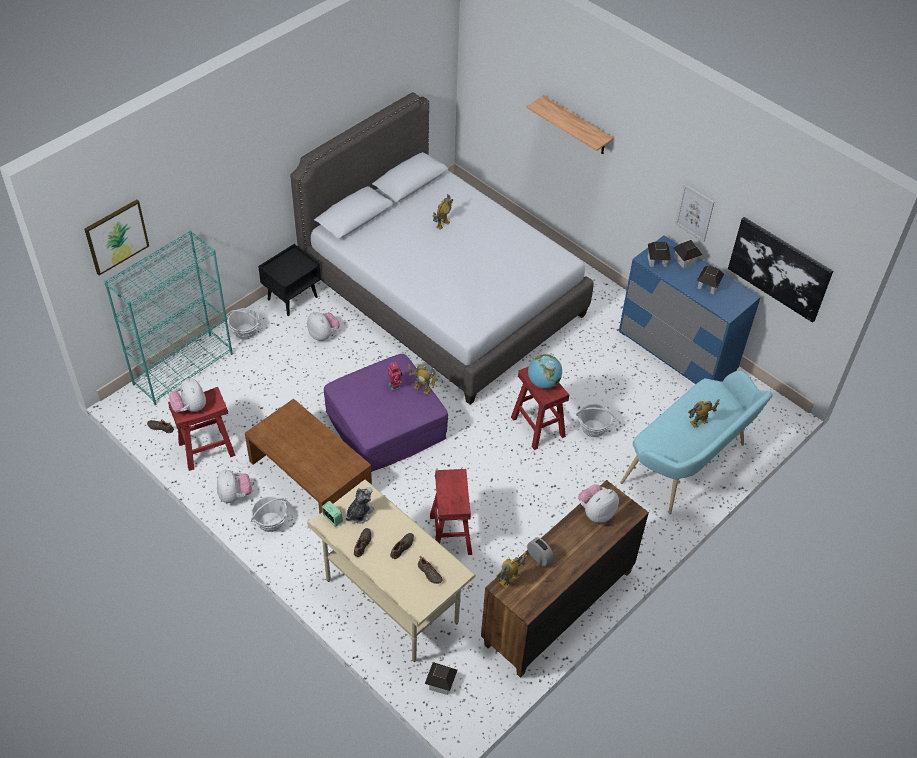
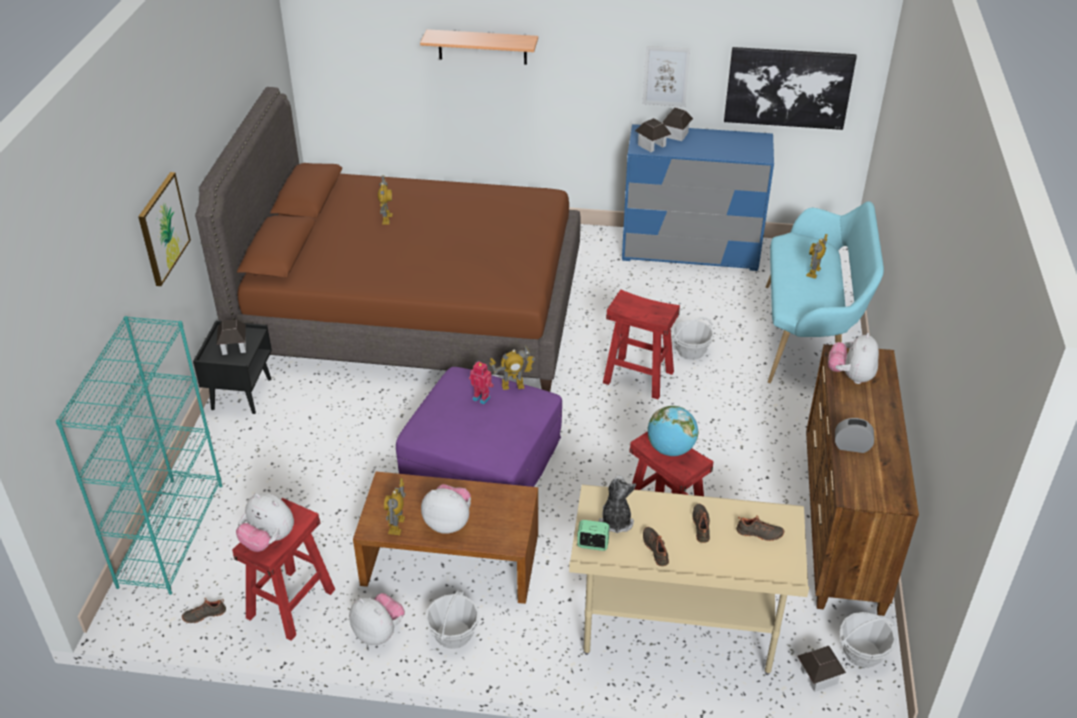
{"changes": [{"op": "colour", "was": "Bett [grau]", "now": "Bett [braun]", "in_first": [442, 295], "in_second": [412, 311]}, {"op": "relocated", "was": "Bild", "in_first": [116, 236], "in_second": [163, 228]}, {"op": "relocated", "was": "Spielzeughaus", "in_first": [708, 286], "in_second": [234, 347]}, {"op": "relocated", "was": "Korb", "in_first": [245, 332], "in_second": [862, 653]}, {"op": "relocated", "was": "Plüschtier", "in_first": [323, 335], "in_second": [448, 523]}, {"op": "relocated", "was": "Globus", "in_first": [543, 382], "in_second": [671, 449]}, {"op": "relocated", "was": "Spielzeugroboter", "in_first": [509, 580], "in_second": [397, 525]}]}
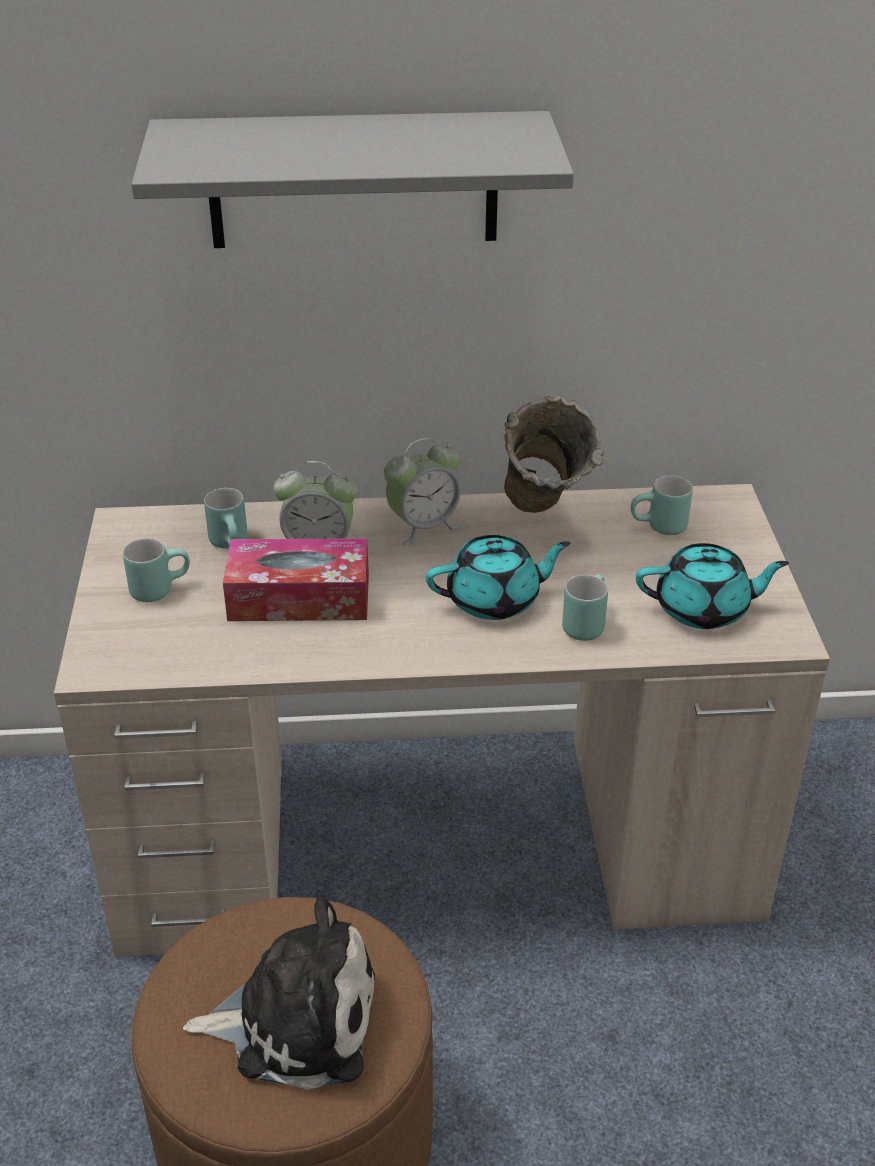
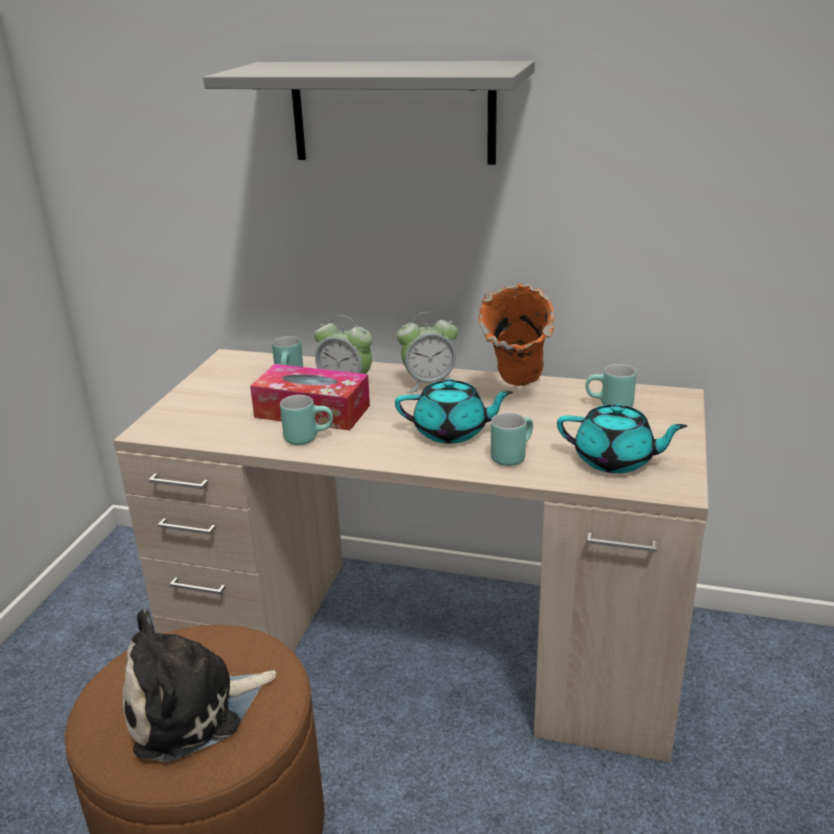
{"changes": [{"op": "colour", "was": "Vase [beige]", "now": "Vase [orange]", "in_first": [541, 527], "in_second": [516, 394]}, {"op": "relocated", "was": "Henkelbecher [türkis]", "in_first": [159, 588], "in_second": [308, 437]}, {"op": "spun", "was": "Plüschtier", "in_first": [296, 1020], "in_second": [192, 709], "clockwise": 135}]}
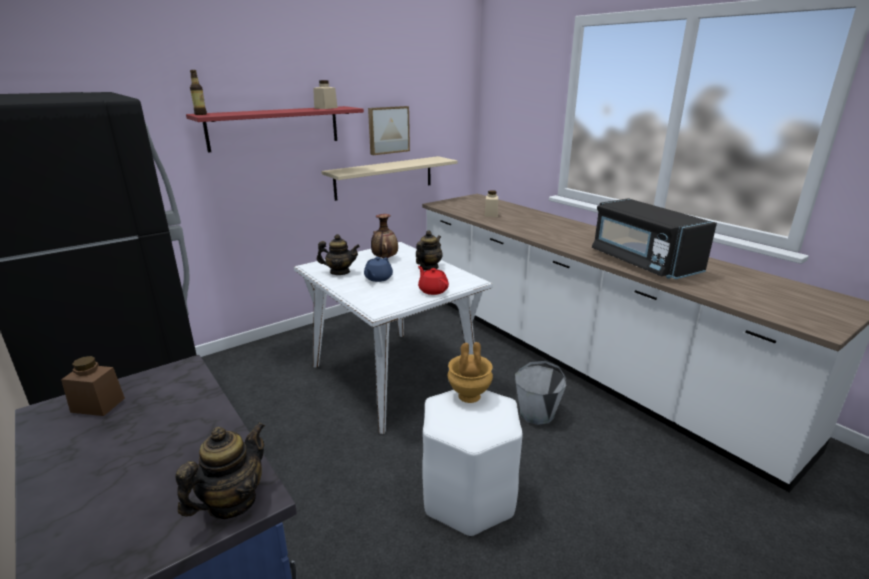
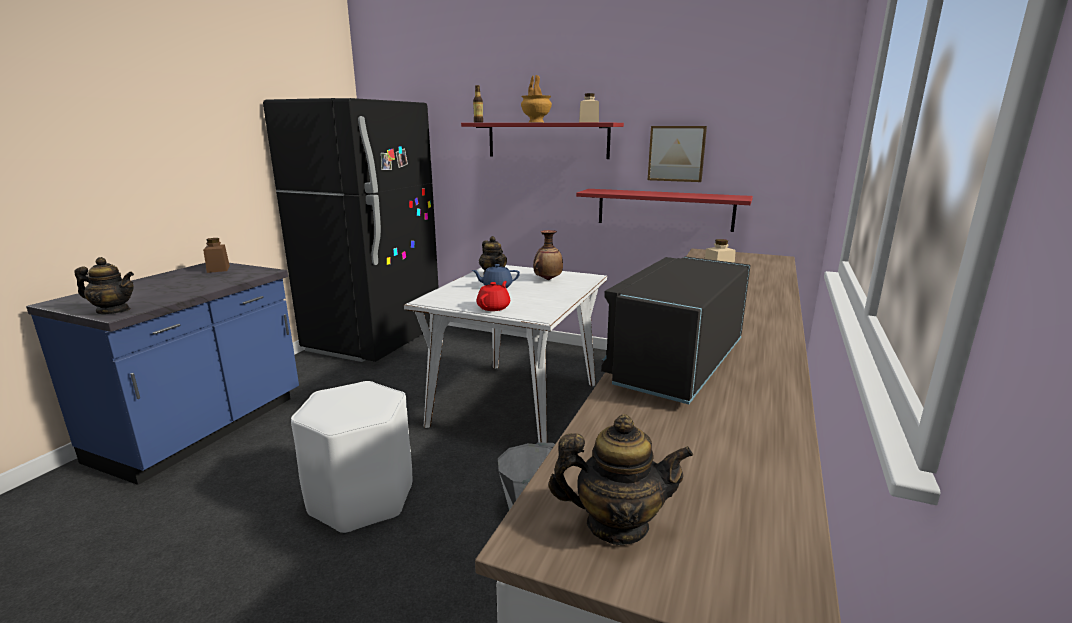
{"changes": [{"op": "colour", "was": "Wandregal [beige]", "now": "Wandregal [rot]", "in_first": [384, 177], "in_second": [664, 209]}, {"op": "relocated", "was": "Teekanne", "in_first": [428, 268], "in_second": [616, 524]}, {"op": "relocated", "was": "Vase [braun]", "in_first": [468, 396], "in_second": [535, 122]}]}
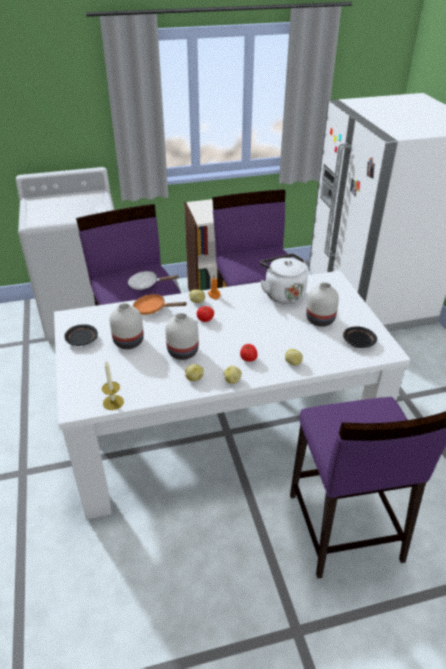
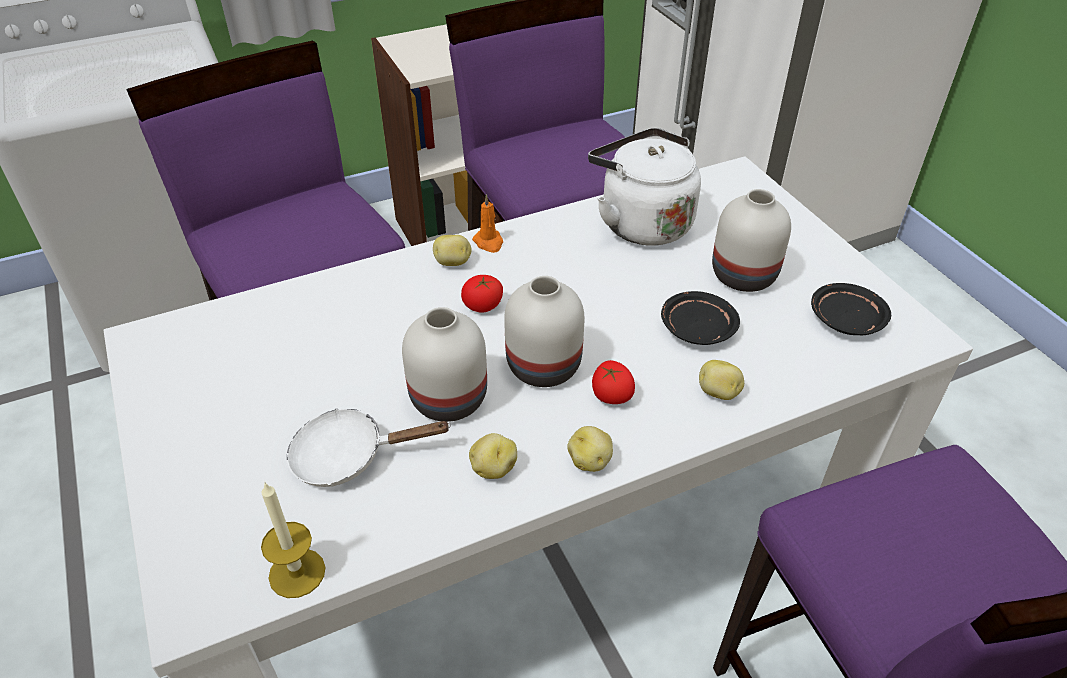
{"changes": [{"op": "relocated", "was": "Pfanne [weiß]", "in_first": [146, 284], "in_second": [349, 456]}, {"op": "missing", "was": "Pfanne [orange]", "in_first": [153, 309]}, {"op": "relocated", "was": "Vase [weiß]", "in_first": [129, 341], "in_second": [543, 365]}, {"op": "relocated", "was": "Teller [schwarz]", "in_first": [81, 339], "in_second": [696, 328]}]}
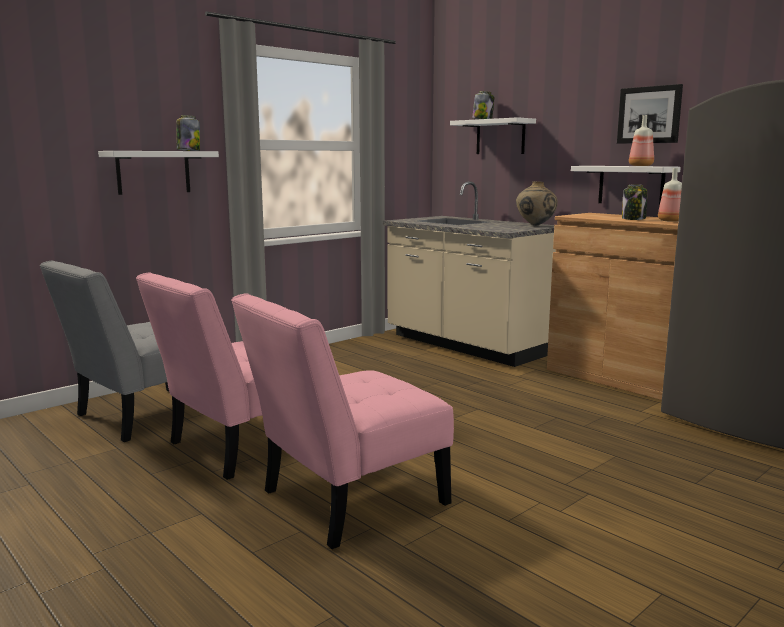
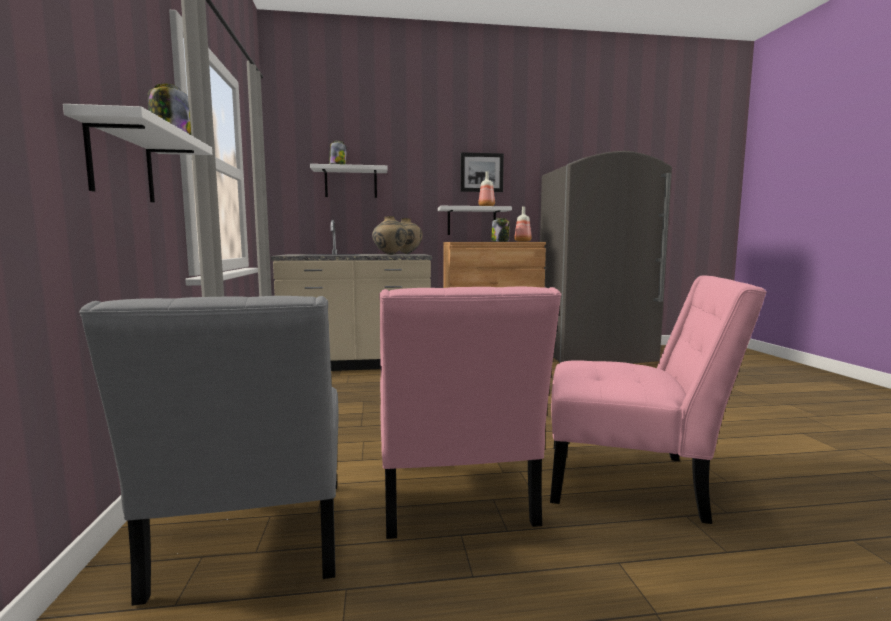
{"changes": [{"op": "spun", "was": "Stuhl [rosa]", "in_first": [345, 501], "in_second": [632, 481], "clockwise": -75}, {"op": "appeared", "now": "Vase [beige]", "in_second": [390, 254]}]}
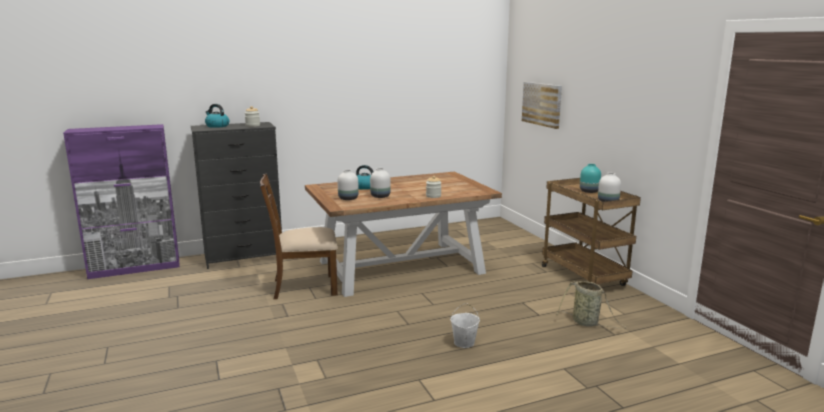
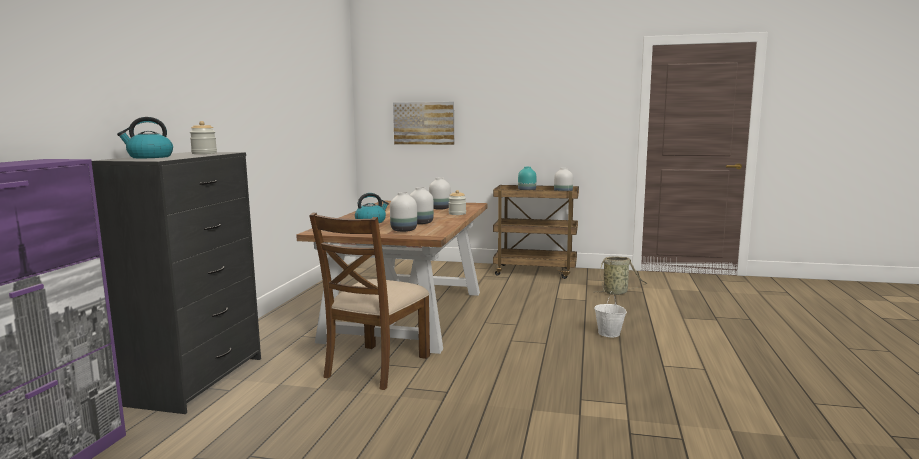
{"changes": [{"op": "appeared", "now": "Vase [weiß]", "in_second": [439, 208]}]}
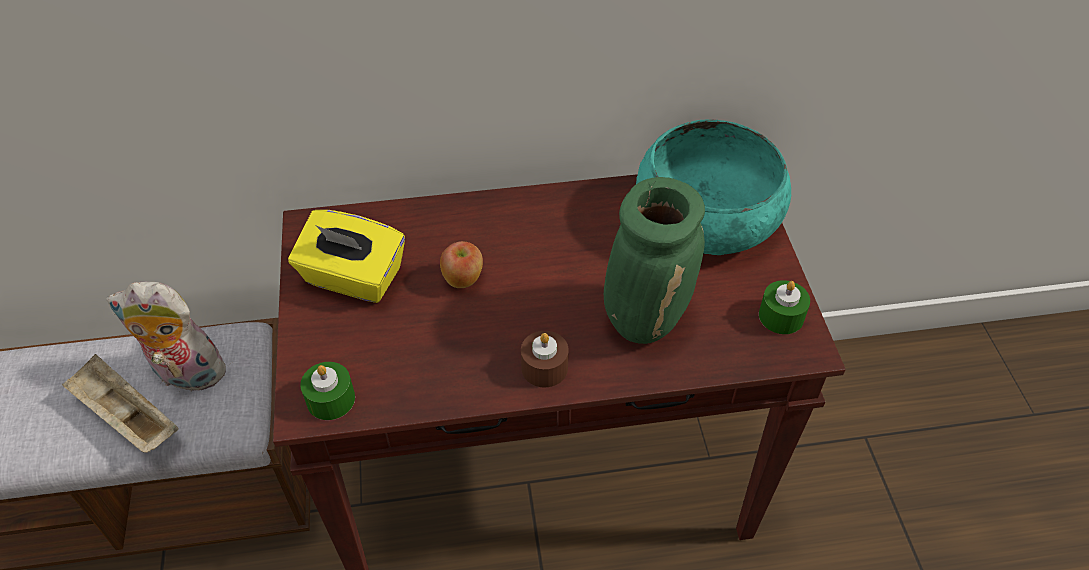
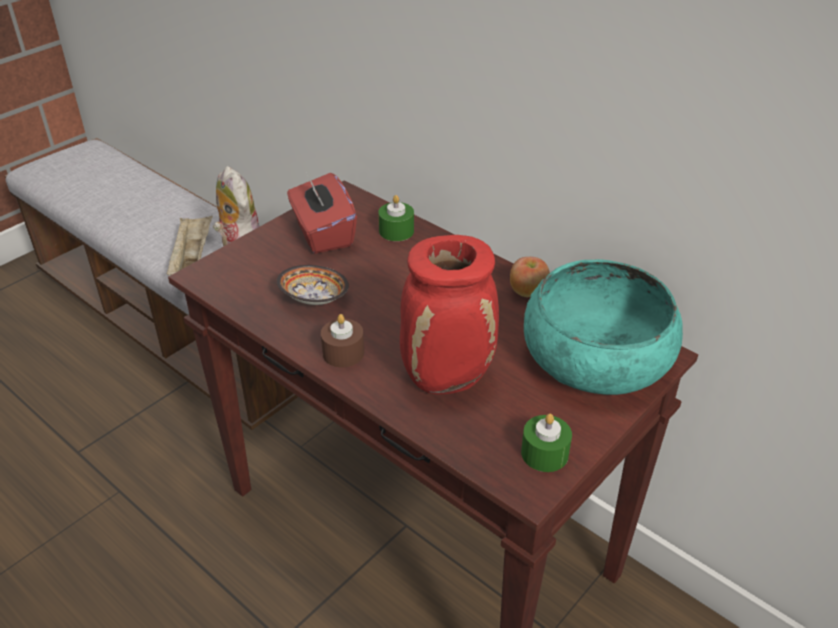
{"changes": [{"op": "colour", "was": "Vase [grün]", "now": "Vase [rot]", "in_first": [645, 317], "in_second": [448, 377]}, {"op": "colour", "was": "Taschentuchbox [gelb]", "now": "Taschentuchbox [rot]", "in_first": [353, 278], "in_second": [323, 233]}, {"op": "relocated", "was": "Apfel", "in_first": [463, 279], "in_second": [528, 292]}, {"op": "relocated", "was": "Kerze [grün]", "in_first": [331, 399], "in_second": [396, 231]}, {"op": "appeared", "now": "Schüssel", "in_second": [314, 299]}]}
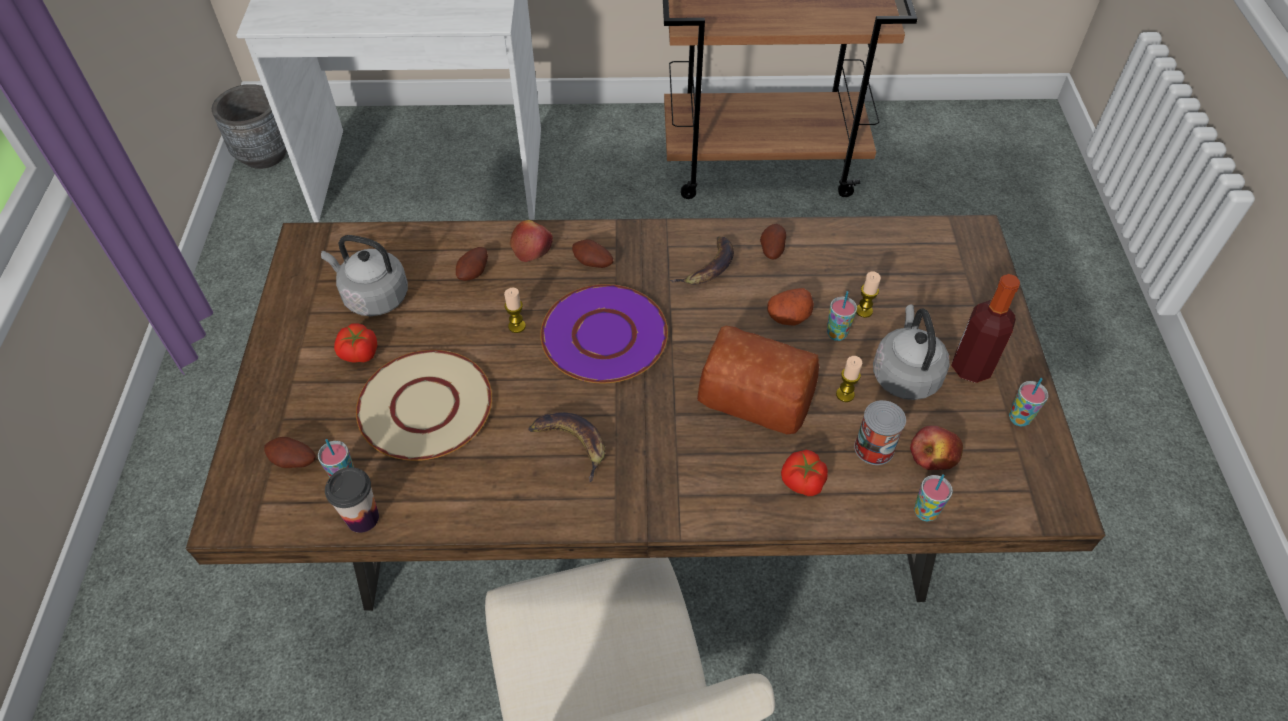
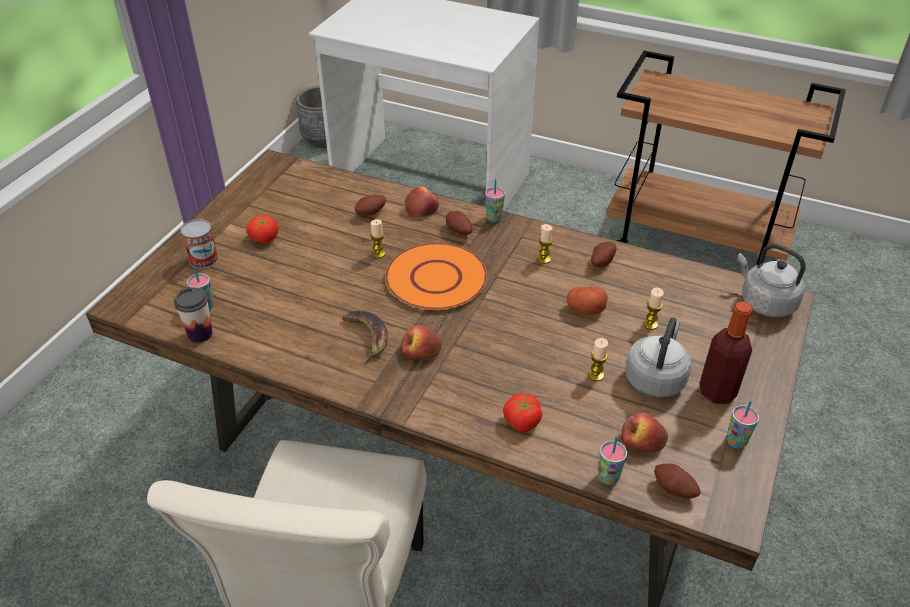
{"changes": [{"op": "relocated", "was": "Wasserkessel [grau]", "in_first": [373, 296], "in_second": [764, 302]}, {"op": "exchanged", "was": "Banane", "now": "Kerze", "in_first": [708, 268], "in_second": [544, 259]}, {"op": "colour", "was": "Teller [lila]", "now": "Teller [orange]", "in_first": [604, 335], "in_second": [436, 278]}, {"op": "relocated", "was": "Tasse", "in_first": [836, 334], "in_second": [494, 218]}, {"op": "missing", "was": "Brot", "in_first": [754, 391]}, {"op": "missing", "was": "Teller [beige]", "in_first": [425, 407]}, {"op": "relocated", "was": "Dose", "in_first": [874, 448], "in_second": [203, 259]}, {"op": "relocated", "was": "Kartoffel", "in_first": [293, 462], "in_second": [673, 490]}, {"op": "appeared", "now": "Apfel", "in_second": [421, 351]}]}
